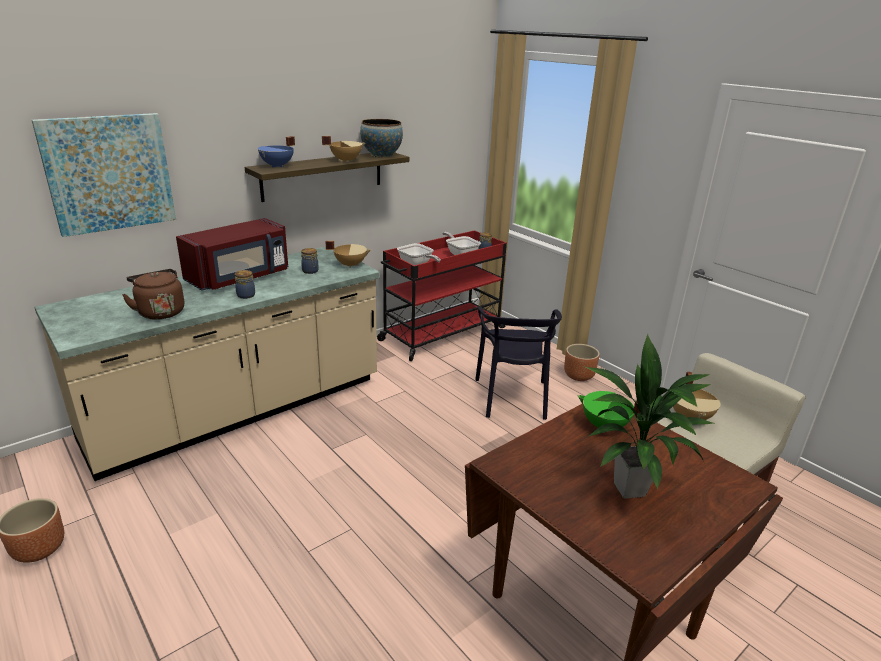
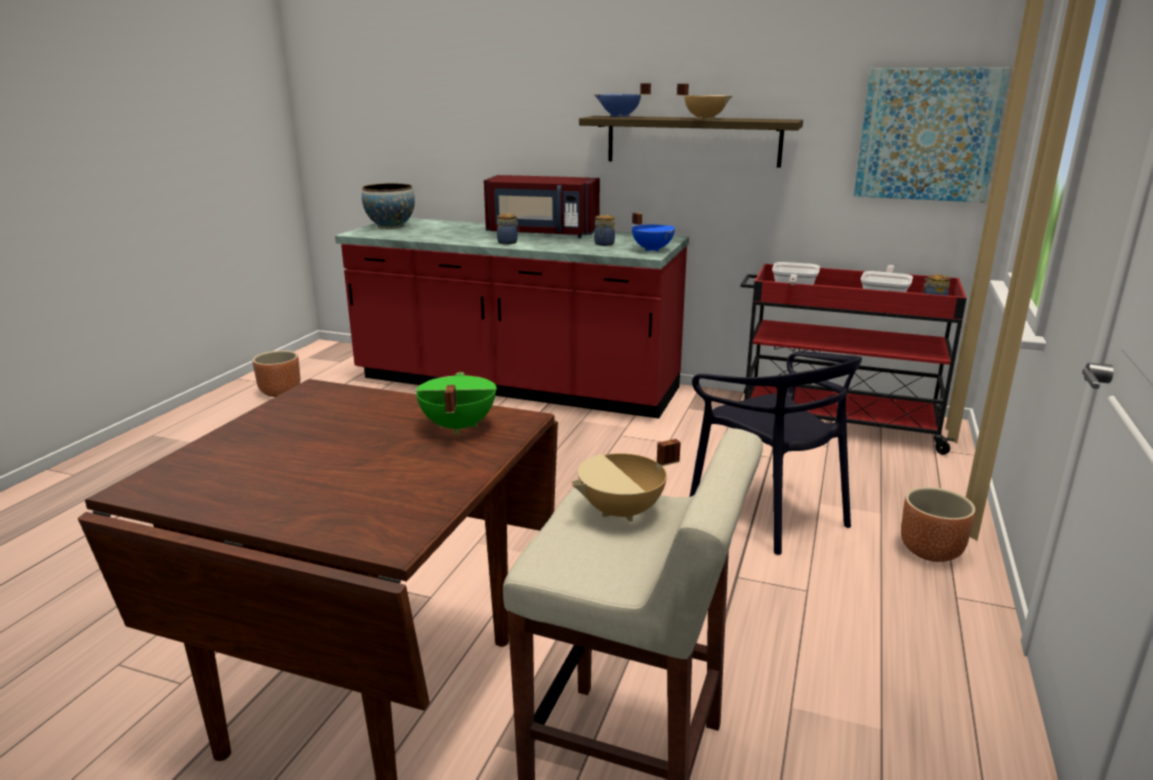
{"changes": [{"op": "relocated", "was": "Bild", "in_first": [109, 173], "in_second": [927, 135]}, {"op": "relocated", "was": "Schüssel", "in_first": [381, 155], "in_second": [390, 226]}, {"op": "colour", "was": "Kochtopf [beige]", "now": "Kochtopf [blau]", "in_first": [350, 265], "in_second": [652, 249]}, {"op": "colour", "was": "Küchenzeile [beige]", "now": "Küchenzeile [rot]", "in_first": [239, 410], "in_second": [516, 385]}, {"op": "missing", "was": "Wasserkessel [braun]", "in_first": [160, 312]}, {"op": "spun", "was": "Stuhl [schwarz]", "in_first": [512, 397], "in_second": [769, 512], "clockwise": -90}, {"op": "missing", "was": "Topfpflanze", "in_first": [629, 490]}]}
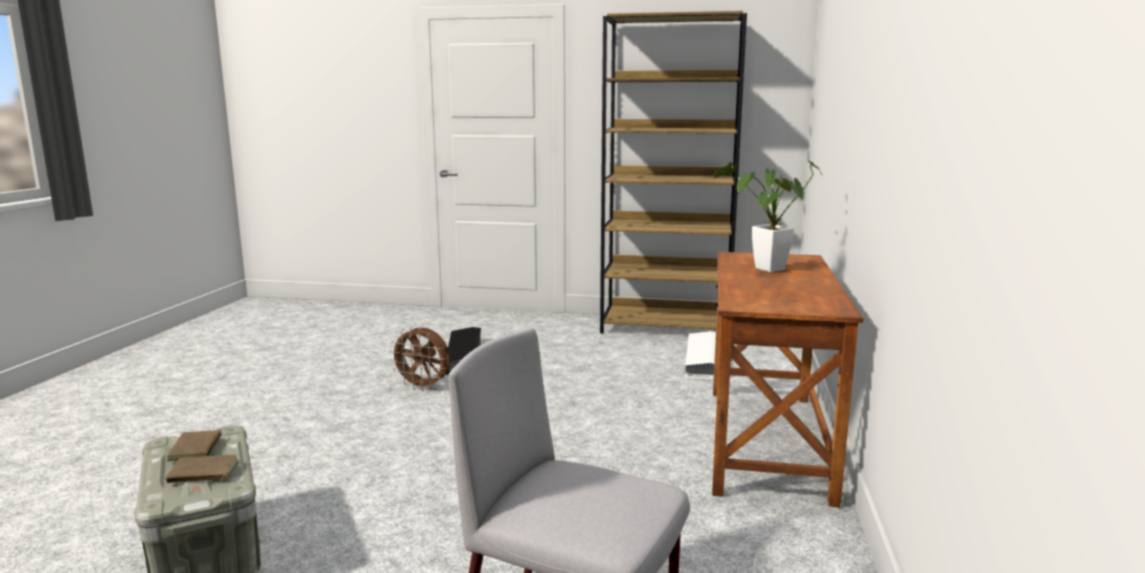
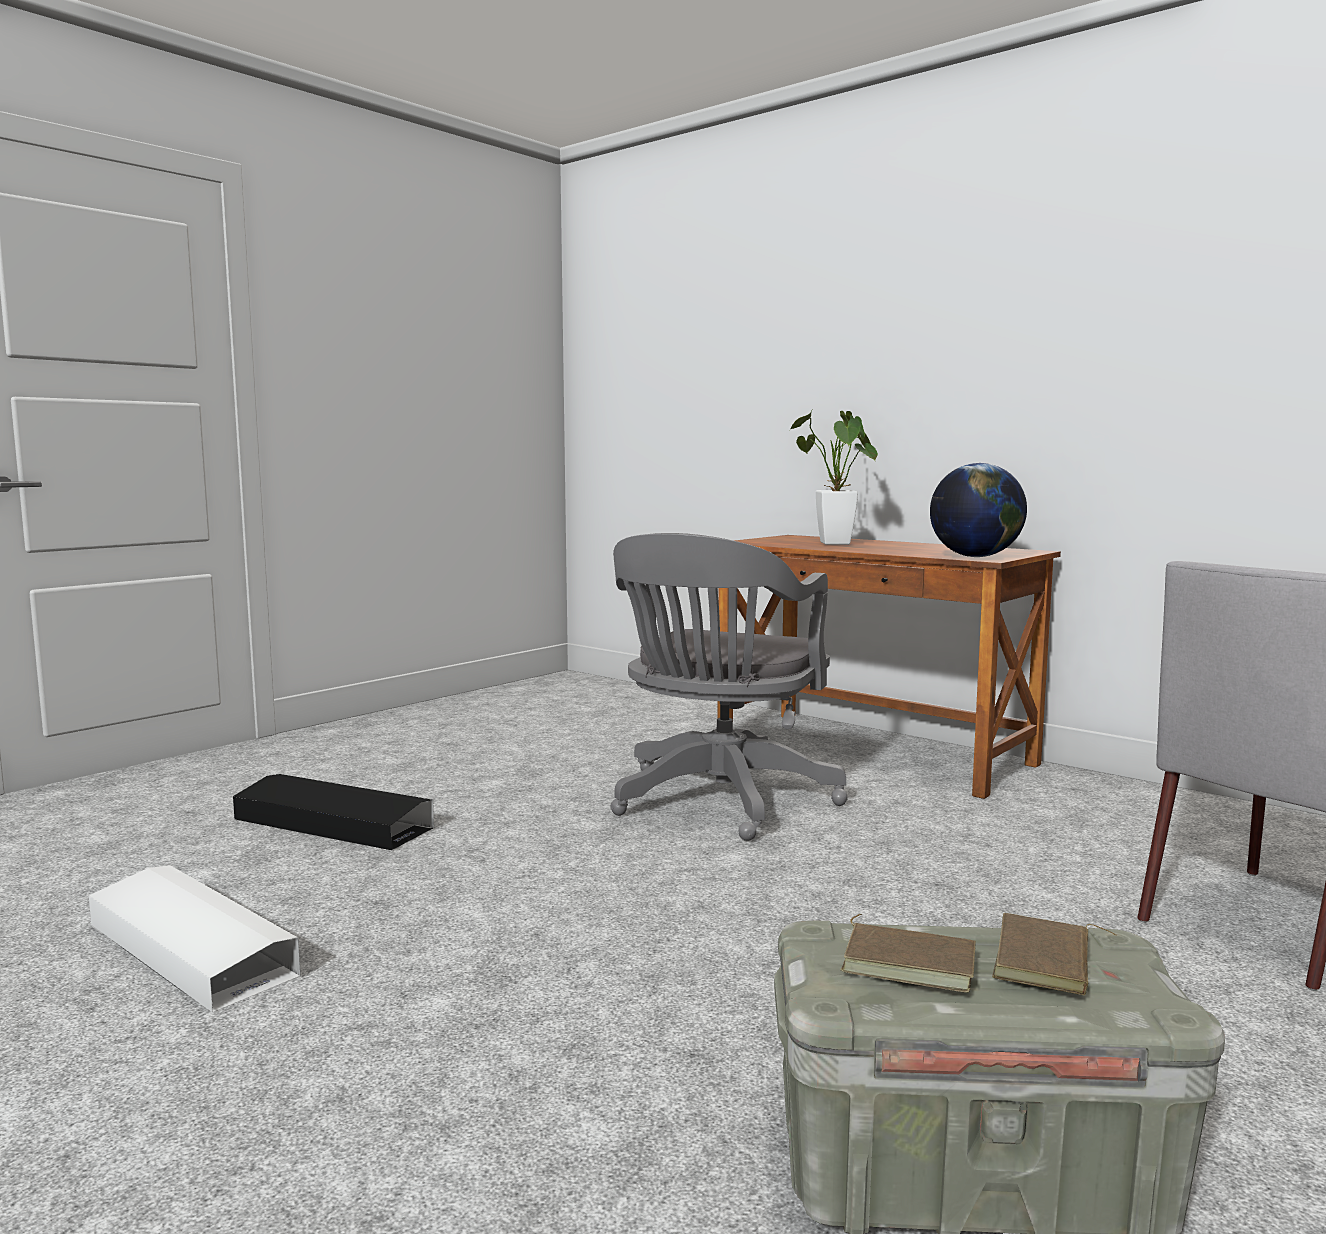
{"changes": [{"op": "missing", "was": "Bücherregal [braun]", "in_first": [666, 327]}, {"op": "missing", "was": "Ventilator [braun]", "in_first": [423, 387]}, {"op": "relocated", "was": "Aufbewahrungsbox [weiß]", "in_first": [702, 361], "in_second": [190, 949]}, {"op": "appeared", "now": "Globus", "in_second": [975, 557]}, {"op": "appeared", "now": "Bürostuhl [grau]", "in_second": [718, 802]}]}
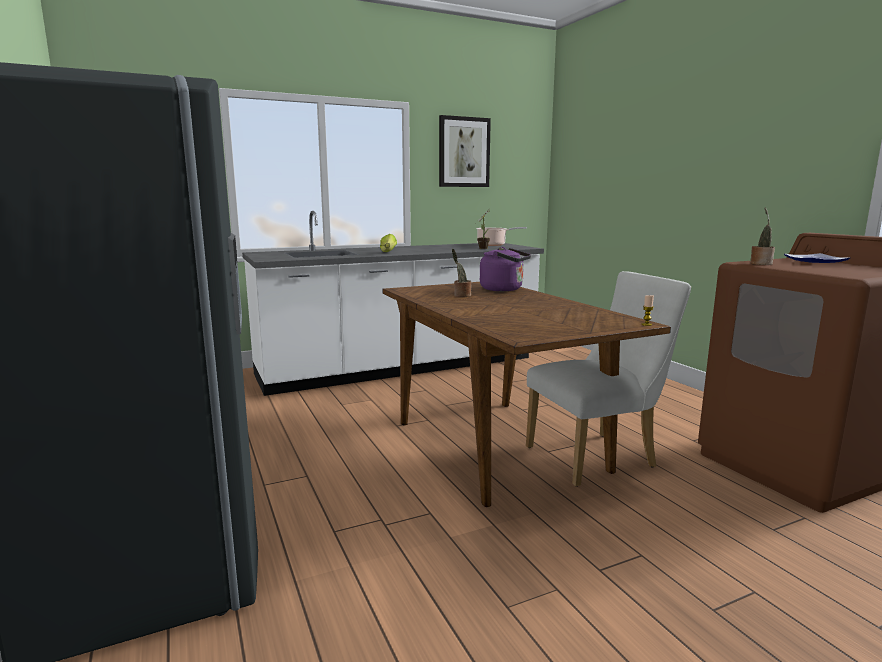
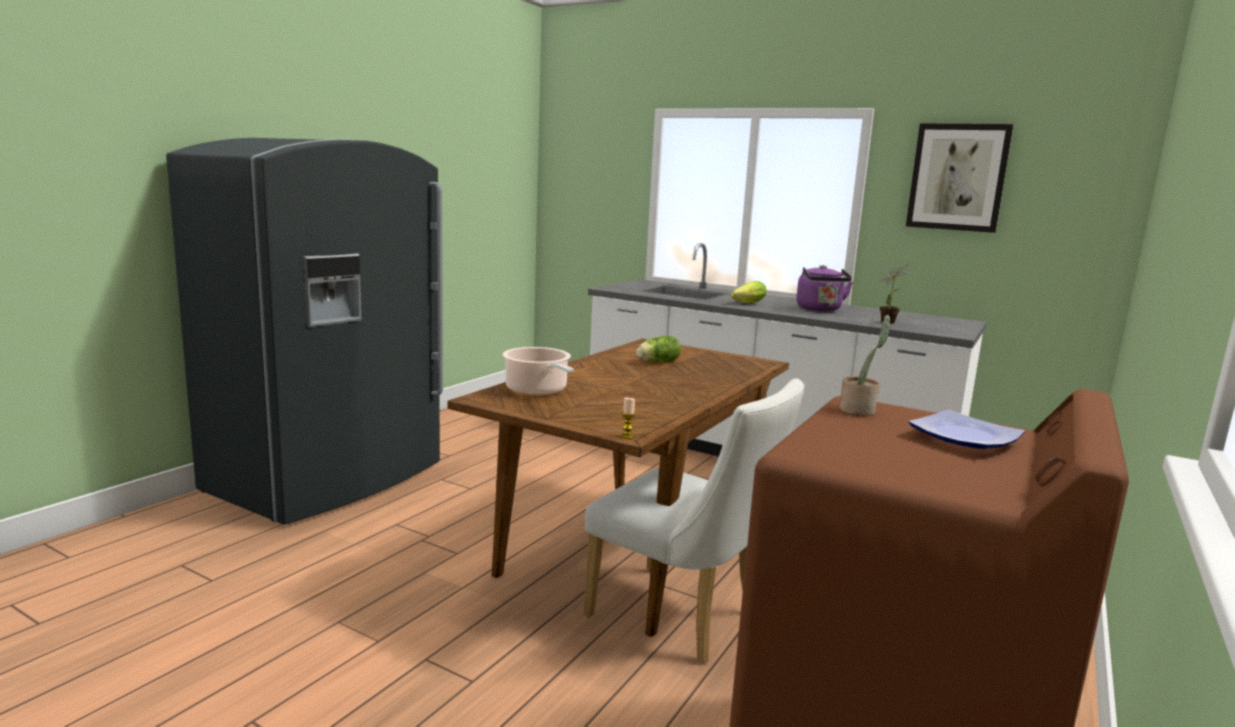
{"changes": [{"op": "relocated", "was": "Kochtopf", "in_first": [493, 245], "in_second": [538, 391]}, {"op": "relocated", "was": "Wasserkessel [lila]", "in_first": [504, 289], "in_second": [820, 309]}, {"op": "exchanged", "was": "Topfpflanze", "now": "Salatkopf", "in_first": [461, 295], "in_second": [656, 362]}]}
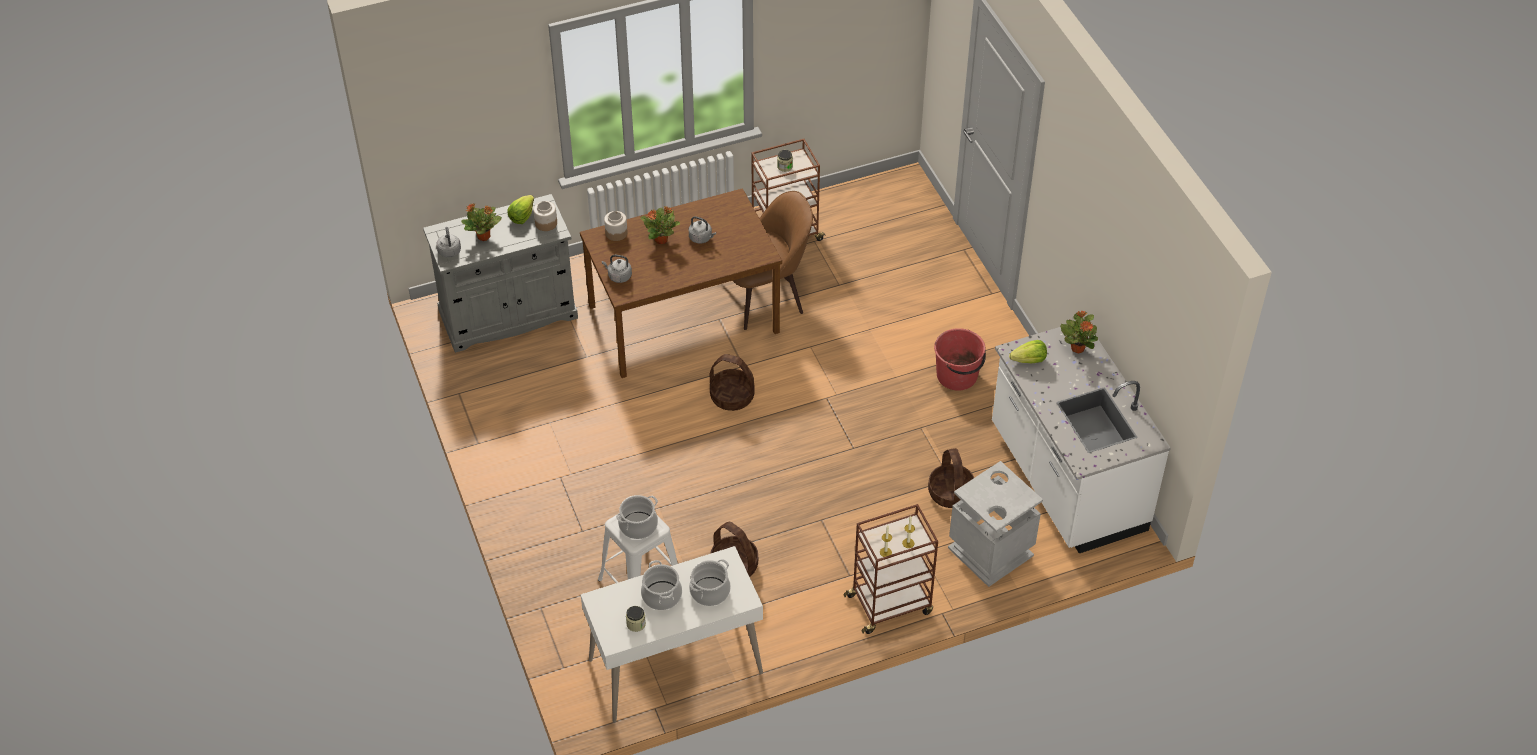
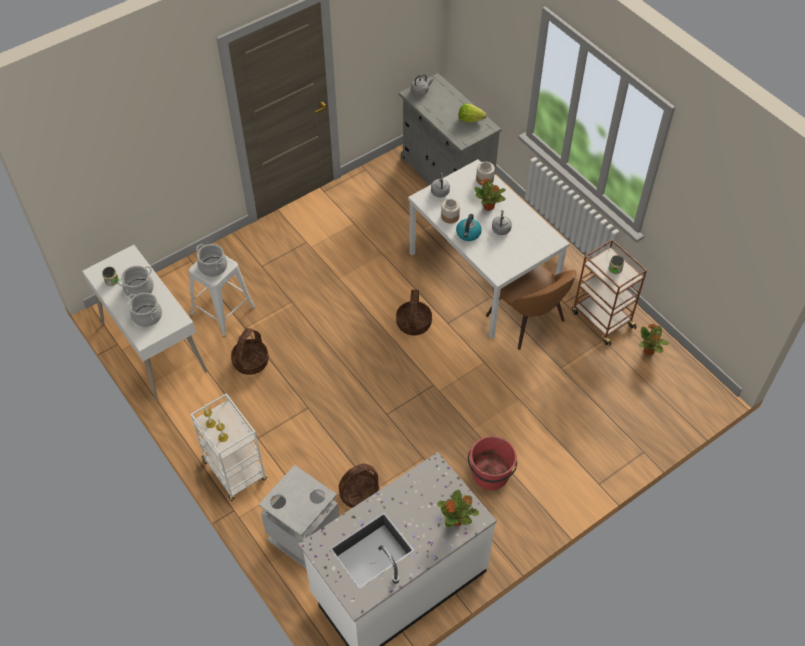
{"changes": [{"op": "colour", "was": "Esstisch [braun]", "now": "Esstisch [weiß]", "in_first": [683, 320], "in_second": [480, 275]}, {"op": "relocated", "was": "Vorratsglas", "in_first": [546, 223], "in_second": [450, 216]}, {"op": "relocated", "was": "Topfpflanze", "in_first": [484, 237], "in_second": [649, 351]}, {"op": "missing", "was": "Salatkopf", "in_first": [1029, 360]}, {"op": "colour", "was": "Rollwagen [braun]", "now": "Rollwagen [weiß]", "in_first": [890, 604], "in_second": [235, 471]}, {"op": "appeared", "now": "Wasserkessel", "in_second": [468, 234]}]}
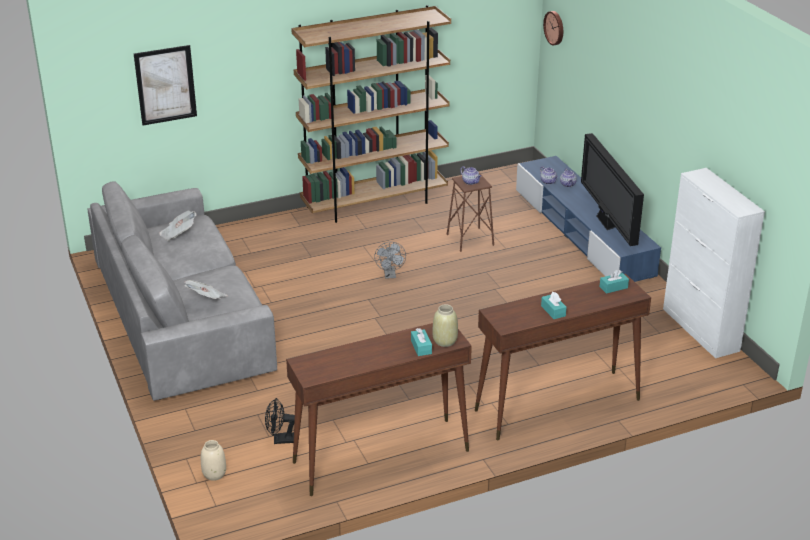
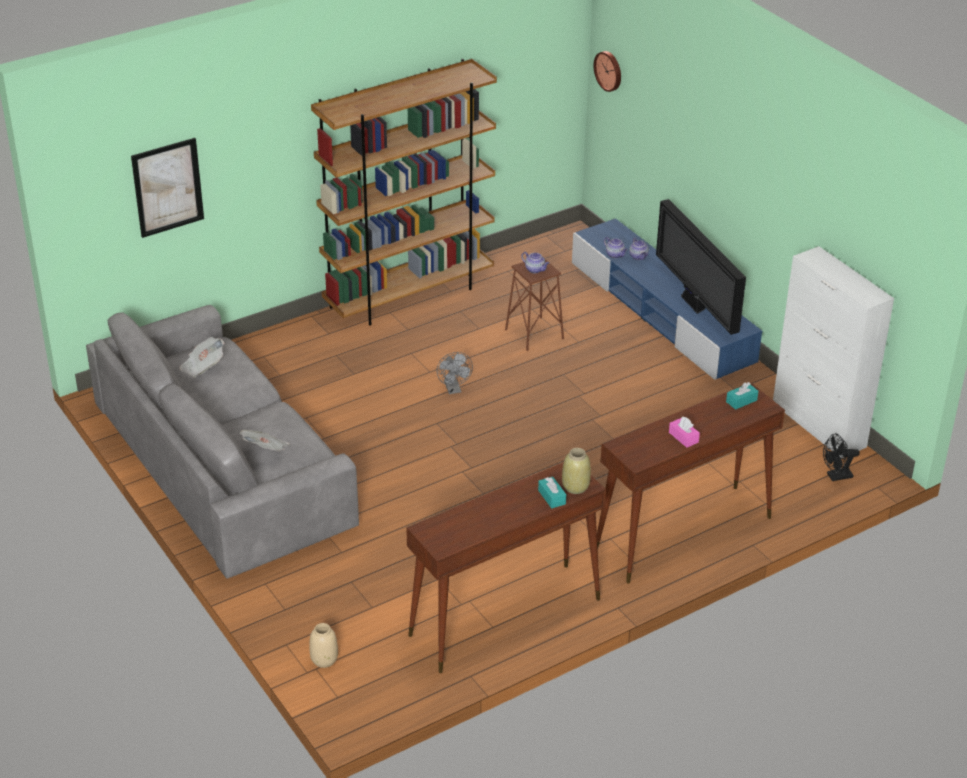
{"changes": [{"op": "colour", "was": "Taschentuchbox [türkis]", "now": "Taschentuchbox [rosa]", "in_first": [553, 311], "in_second": [683, 437]}, {"op": "relocated", "was": "Ventilator [schwarz]", "in_first": [280, 440], "in_second": [836, 476]}]}
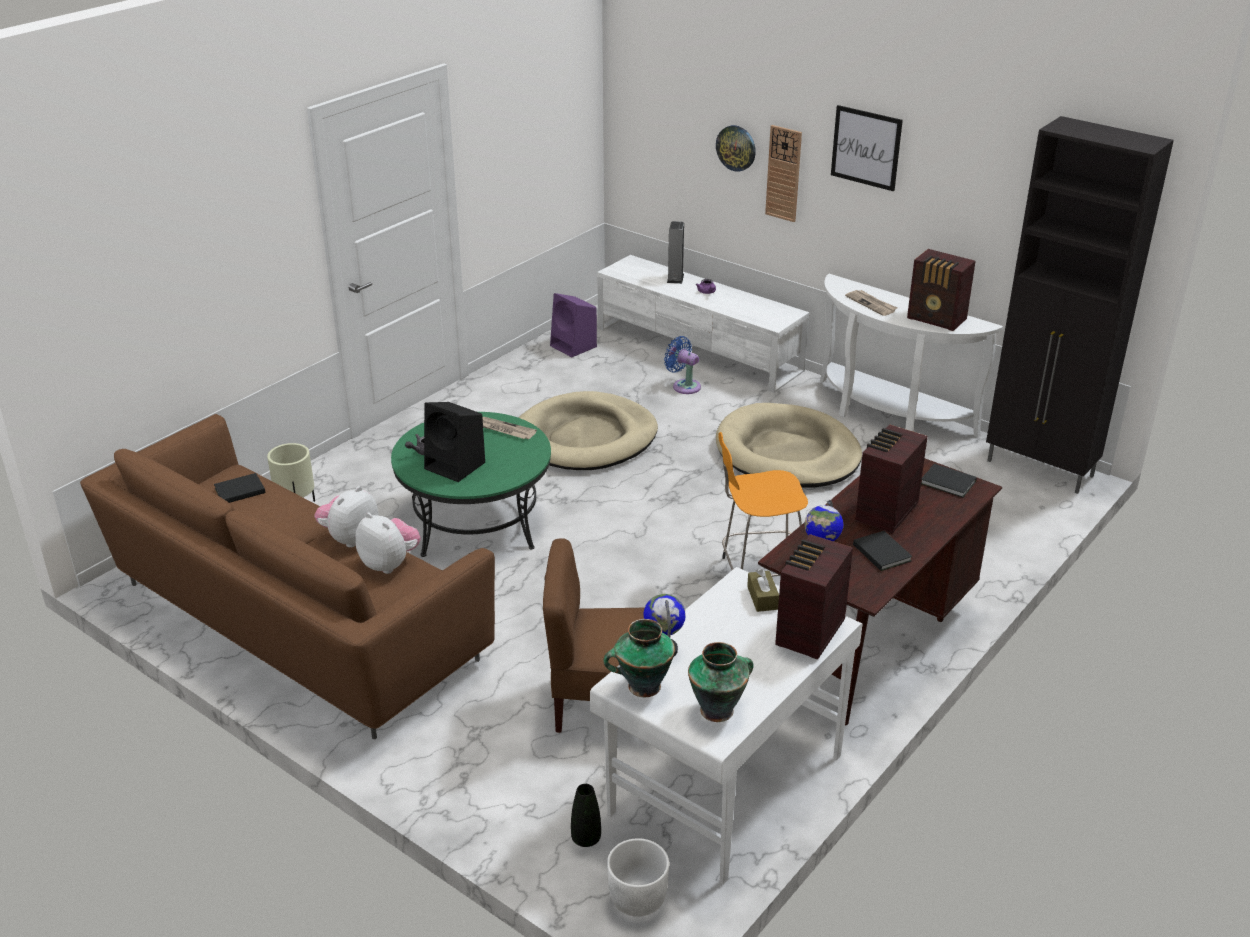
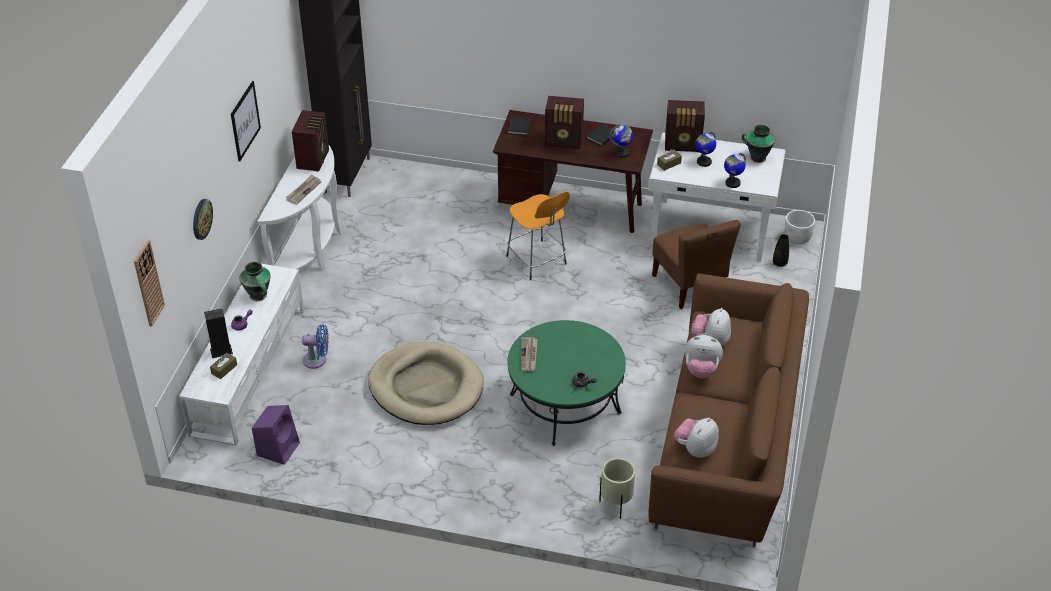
{"changes": [{"op": "relocated", "was": "Wanduhr", "in_first": [783, 173], "in_second": [148, 283]}, {"op": "spun", "was": "Ventilator [blau]", "in_first": [684, 386], "in_second": [317, 360], "clockwise": -105}, {"op": "missing", "was": "Lautsprecher [schwarz]", "in_first": [456, 466]}, {"op": "missing", "was": "Hundebett [beige]", "in_first": [787, 453]}, {"op": "exchanged", "was": "Buch [schwarz]", "now": "Plüschtier", "in_first": [238, 490], "in_second": [695, 449]}, {"op": "relocated", "was": "Vase", "in_first": [642, 687], "in_second": [258, 296]}, {"op": "appeared", "now": "Globus", "in_second": [704, 162]}, {"op": "appeared", "now": "Taschentuchbox [braun]", "in_second": [224, 369]}]}
